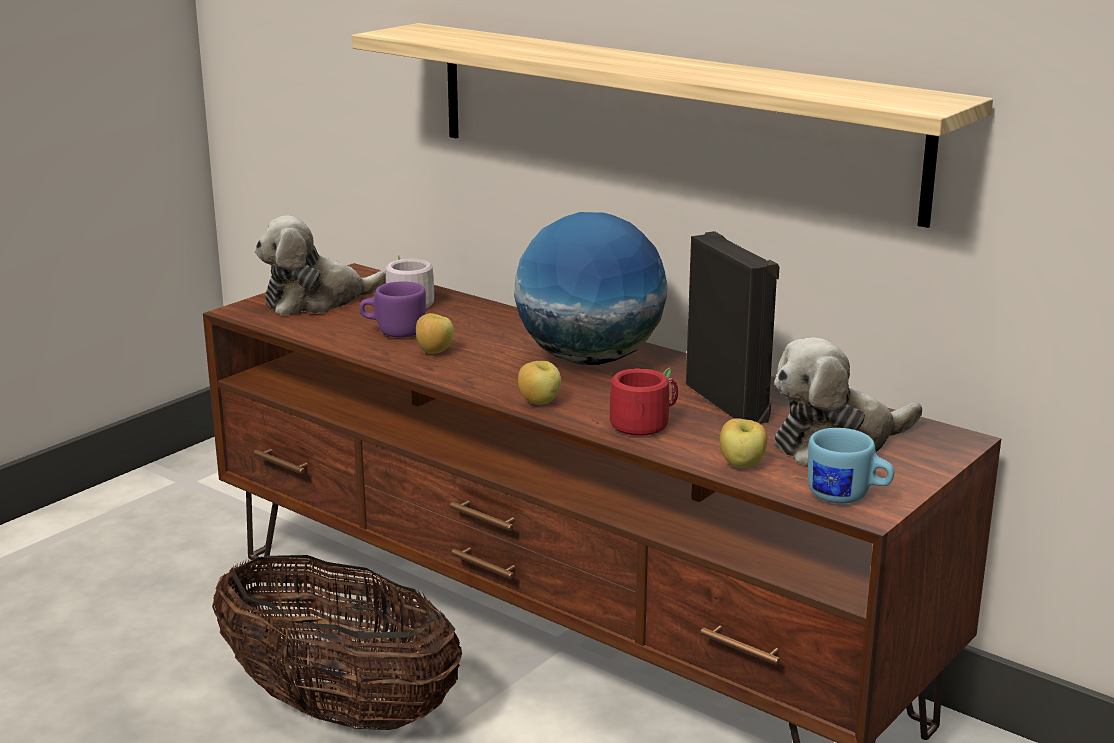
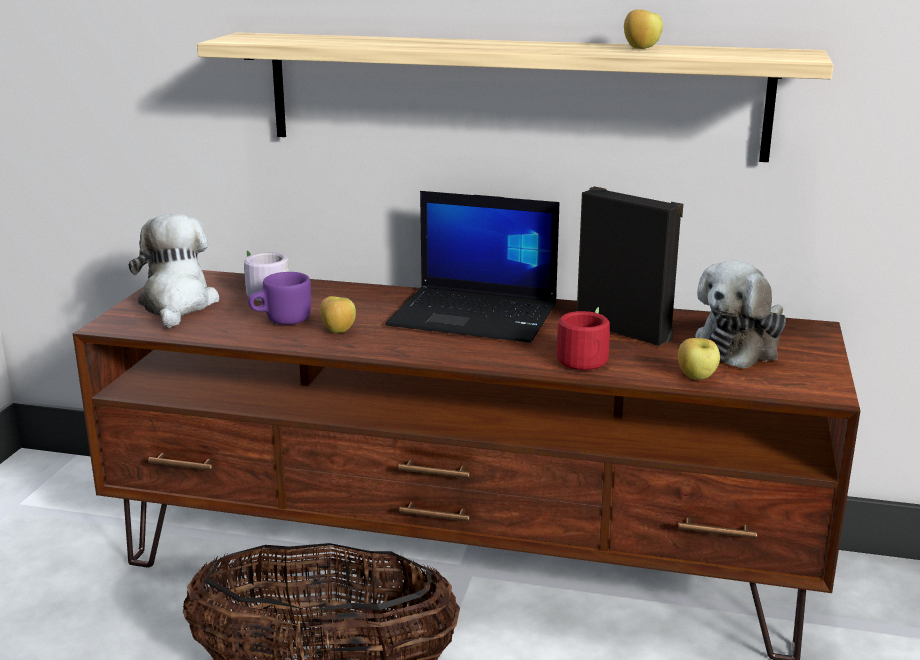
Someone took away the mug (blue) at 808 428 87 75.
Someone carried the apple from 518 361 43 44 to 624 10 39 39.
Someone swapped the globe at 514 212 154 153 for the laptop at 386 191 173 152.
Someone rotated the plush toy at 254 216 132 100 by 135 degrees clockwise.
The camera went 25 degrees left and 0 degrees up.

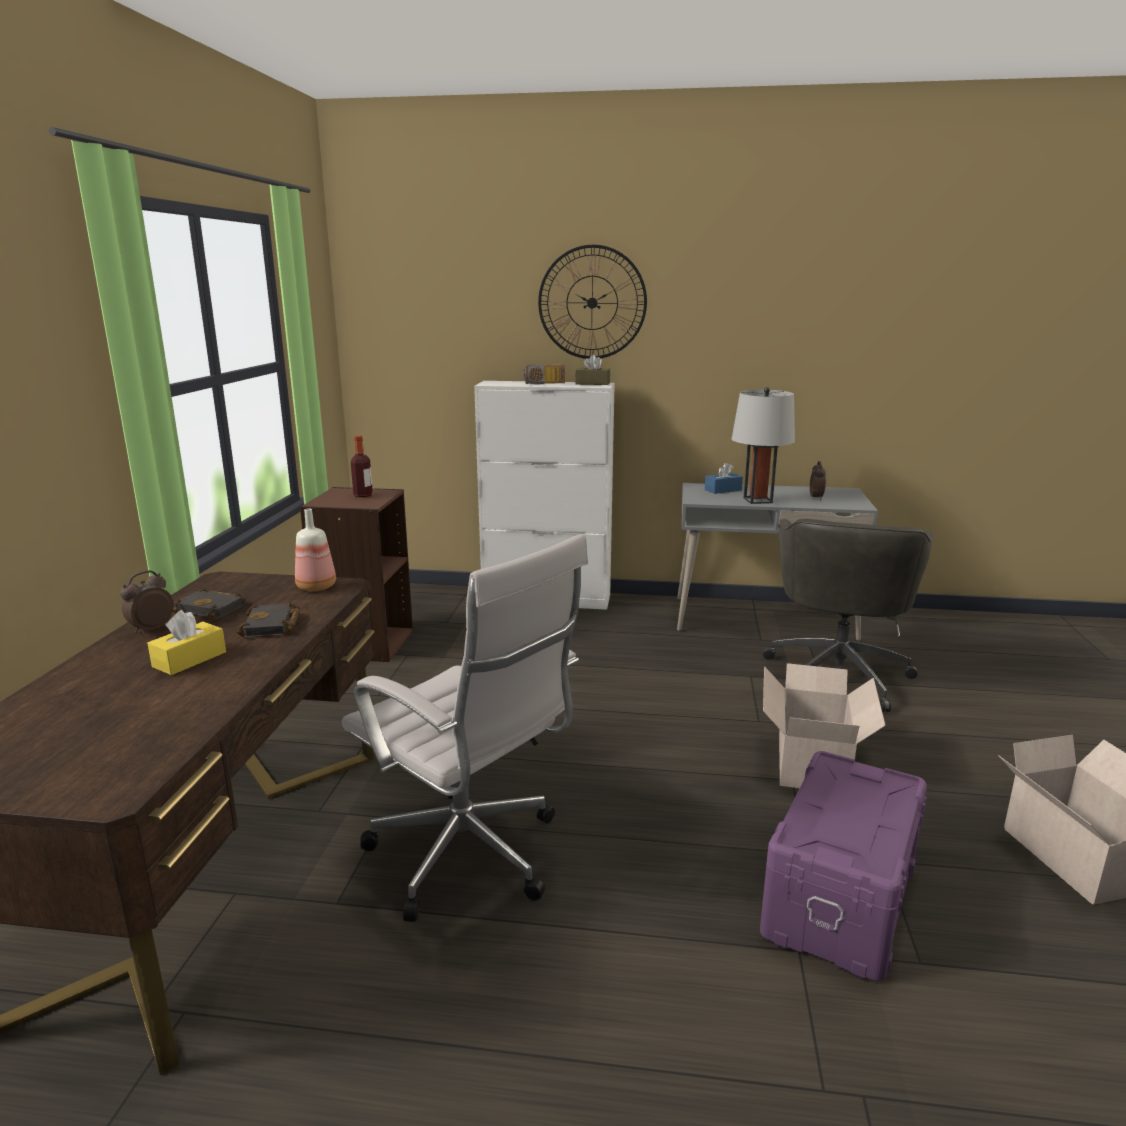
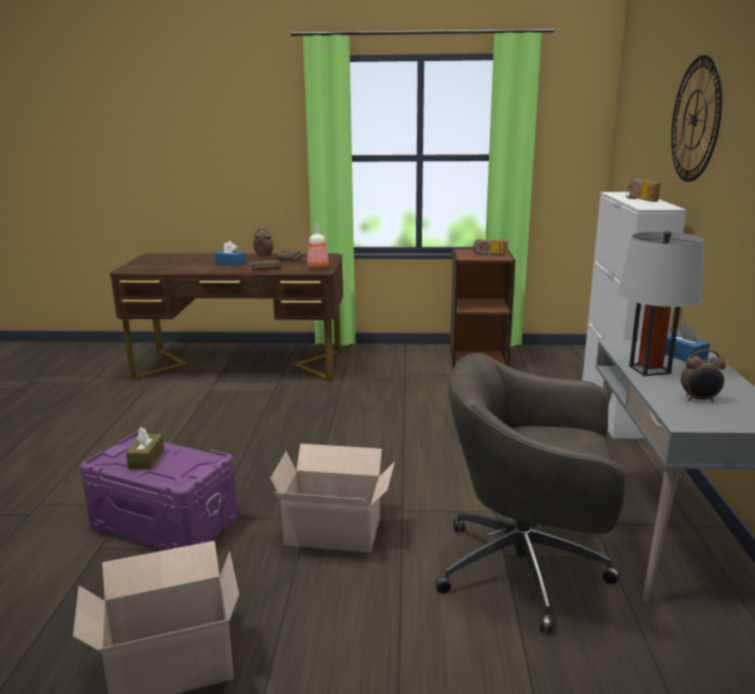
Someone took away the office chair (white) at 342 534 246 388.
Someone carried the tissue box (brown) from 575 355 35 30 to 126 427 38 43.
Someone swapped the bottle at 351 436 22 61 for the radio at 473 239 35 16.
Someone repainted the tissue box (yellow) at 147 610 79 65, which became the tissue box (blue) at 214 241 31 26.
The camera went 85 degrees right and 0 degrees up.

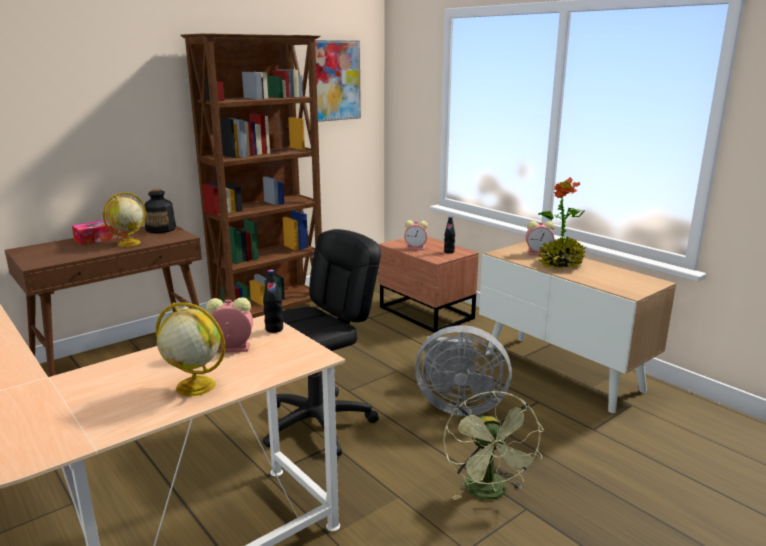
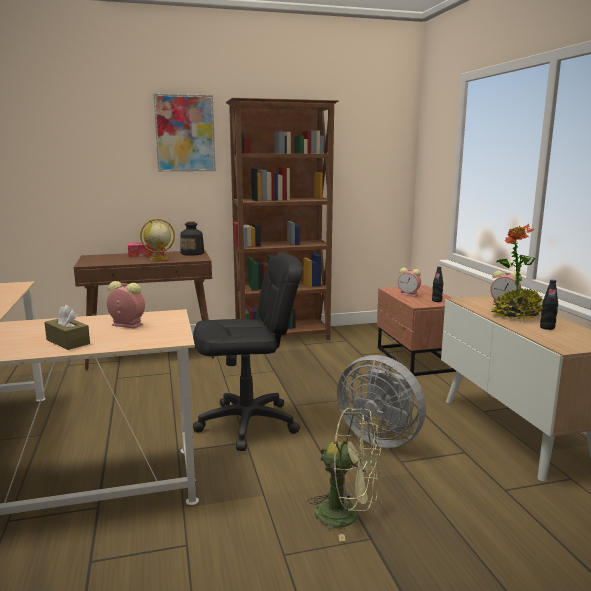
Someone carried the bottle (black) from 263 270 20 63 to 540 280 18 50.
Someone carried the picture from 315 40 46 82 to 153 94 63 78.
Someone swapped the globe at 156 302 69 94 for the tissue box (brown) at 44 305 46 45.
Someone rotated the fan (green) at 443 391 101 109 by 90 degrees counterclockwise.
The camera went 25 degrees right and 5 degrees down.

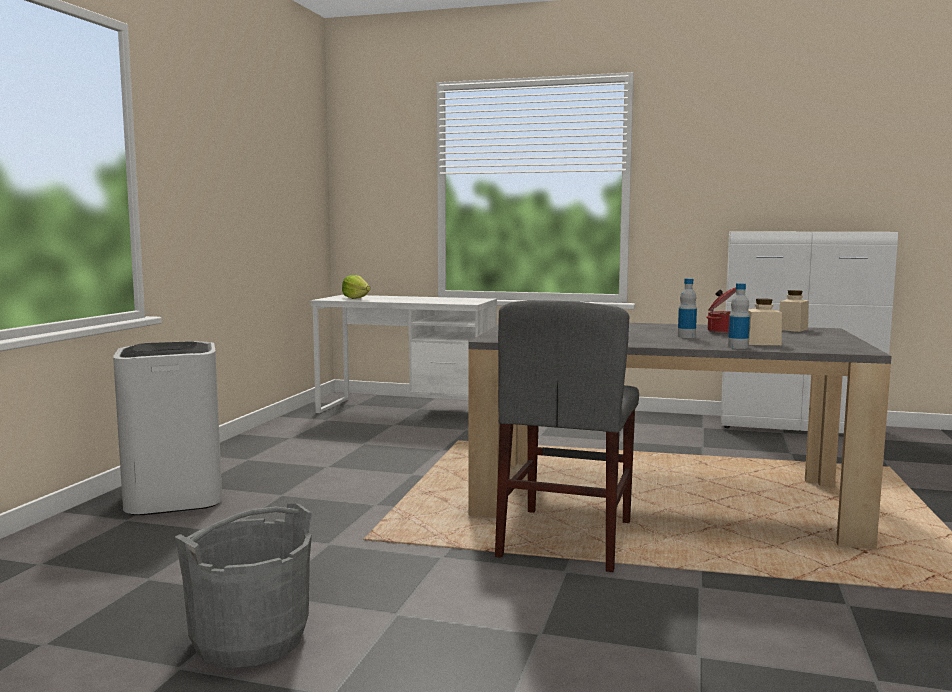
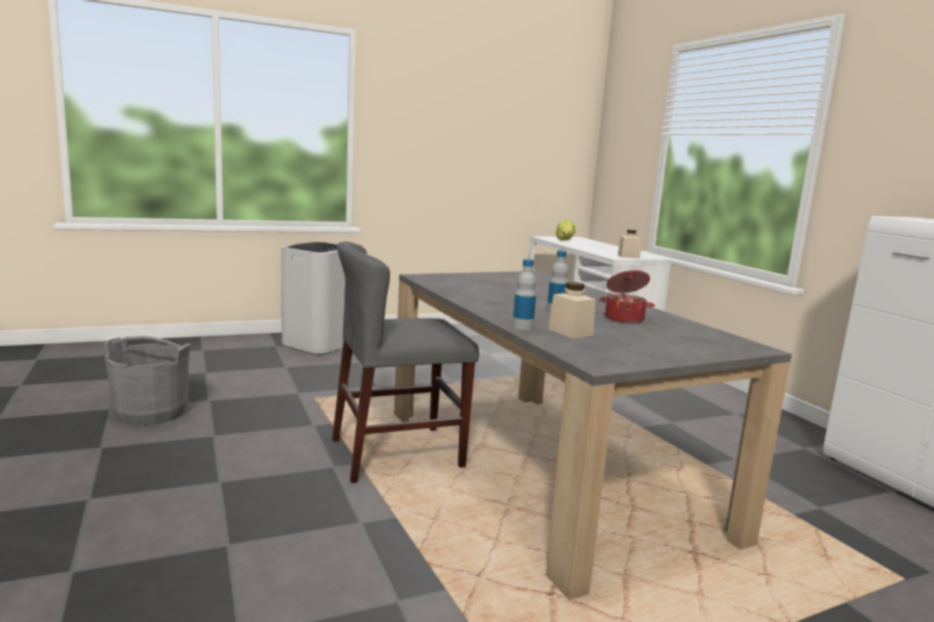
Someone carried the jar (beige) from 779 290 30 42 to 618 230 24 28.
The camera went 50 degrees right and 5 degrees up.

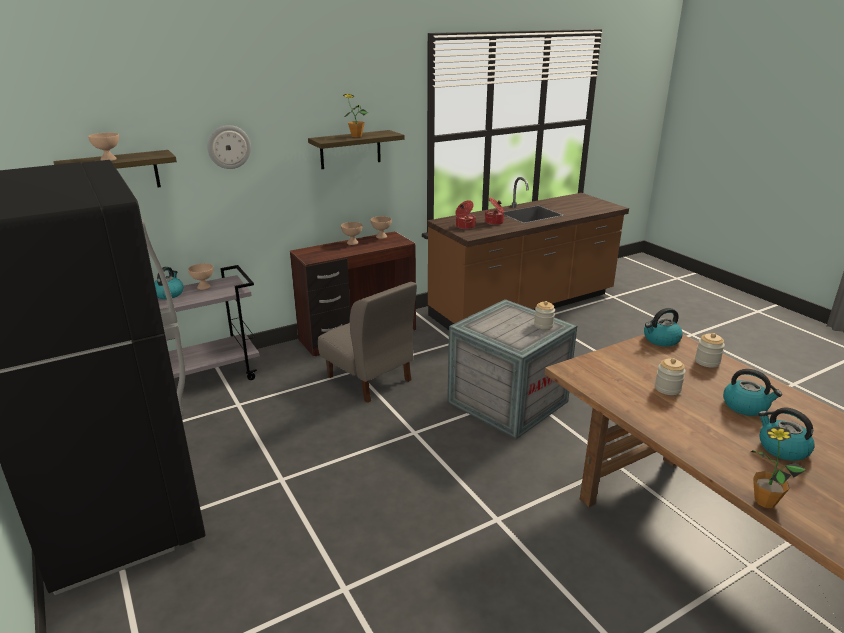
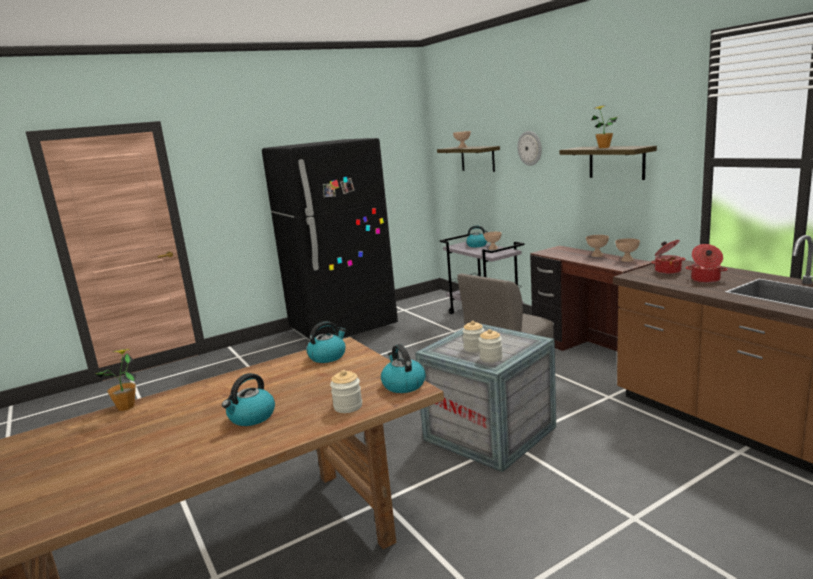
Someone carried the jar from 655 358 31 37 to 462 321 22 31.
Someone carried the kettle from 758 408 56 53 to 307 321 39 42.
The camera went 90 degrees right and 10 degrees down.

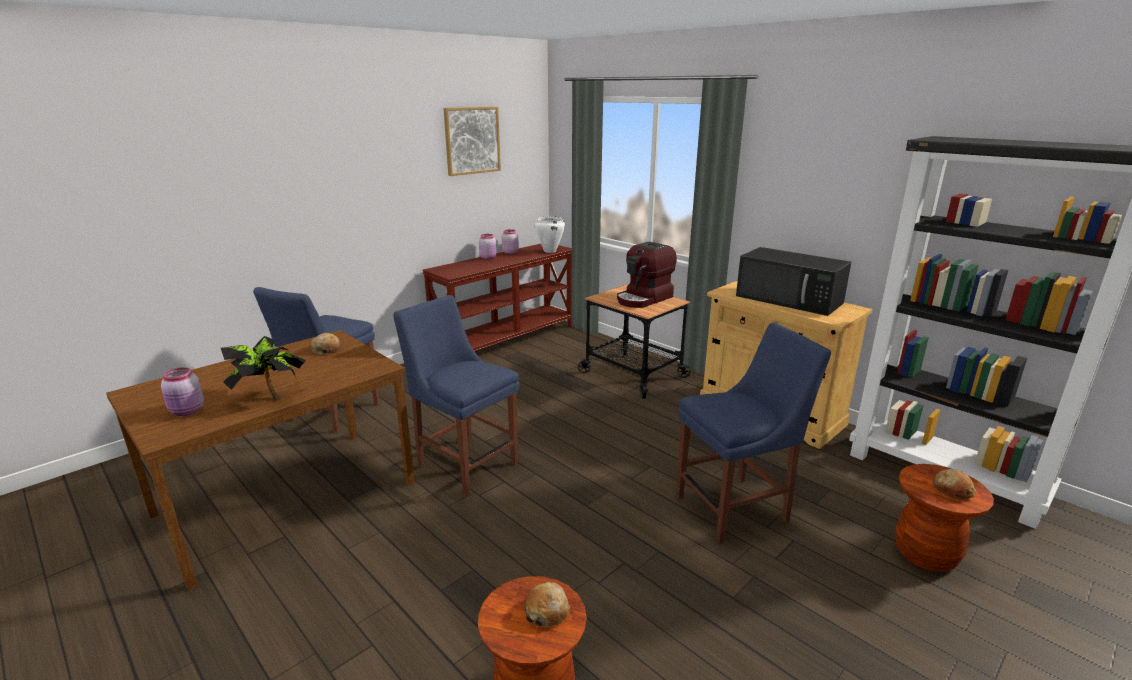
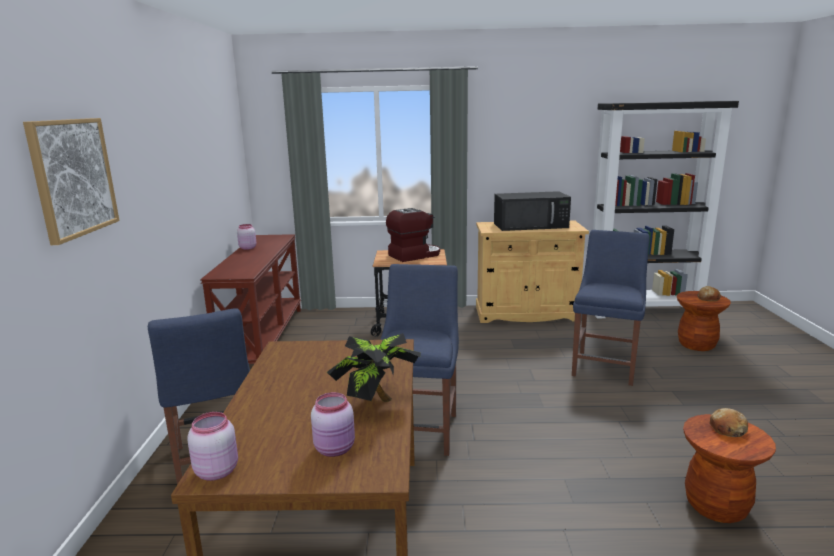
Someone took away the bread at 310 333 30 22.
Someone took away the cooking pot (white) at 535 216 30 37.
Someone carried the picture from 444 107 57 69 to 23 118 96 127.
Someone carried the jar (pink) from 479 234 18 25 to 188 412 50 69.
Someone rotated the chair (blue) at 393 295 127 200 by 105 degrees clockwise.
Someone rotated the coffee machine at 617 242 60 66 by 120 degrees counterclockwise.
The camera went 45 degrees left and 5 degrees down.

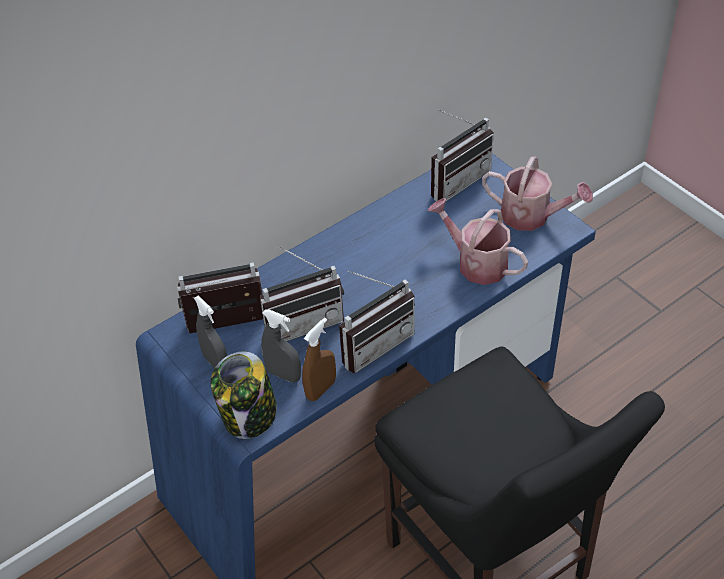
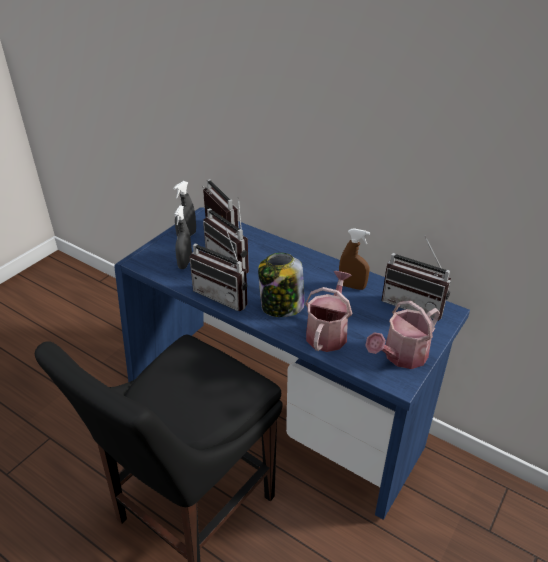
Someone carried the jar from 210 351 67 88 to 258 253 47 64.
Someone carried the spray bottle (brown) from 302 318 34 83 to 339 228 31 62.
Someone rotated the watering can at 482 156 111 75 by 45 degrees clockwise.
The camera went 70 degrees right and 10 degrees down.

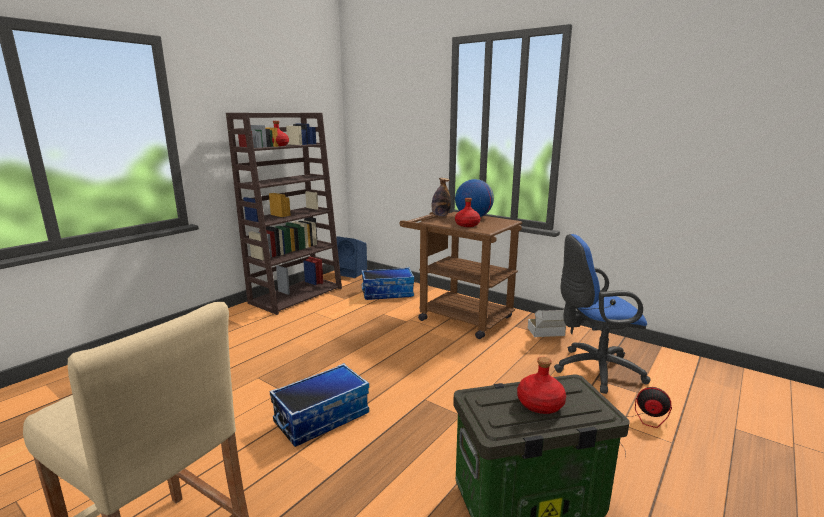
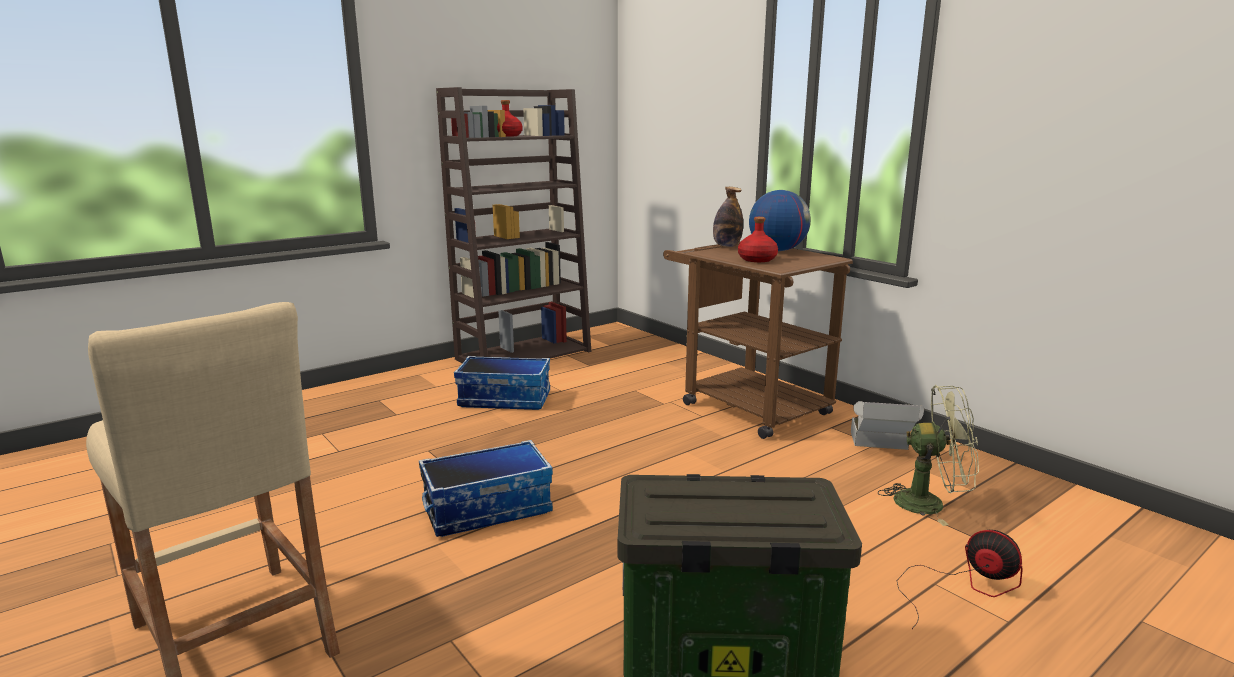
Someone took away the speaker (blue) at 336 236 31 42.
Someone took away the bottle (red) at 517 357 49 57.
Someone carried the storage box from 362 268 52 32 to 454 356 96 54.
Someone swapped the office chair (blue) at 554 234 97 160 for the fan (green) at 878 385 101 141.
The camera went 15 degrees right and 0 degrees up.

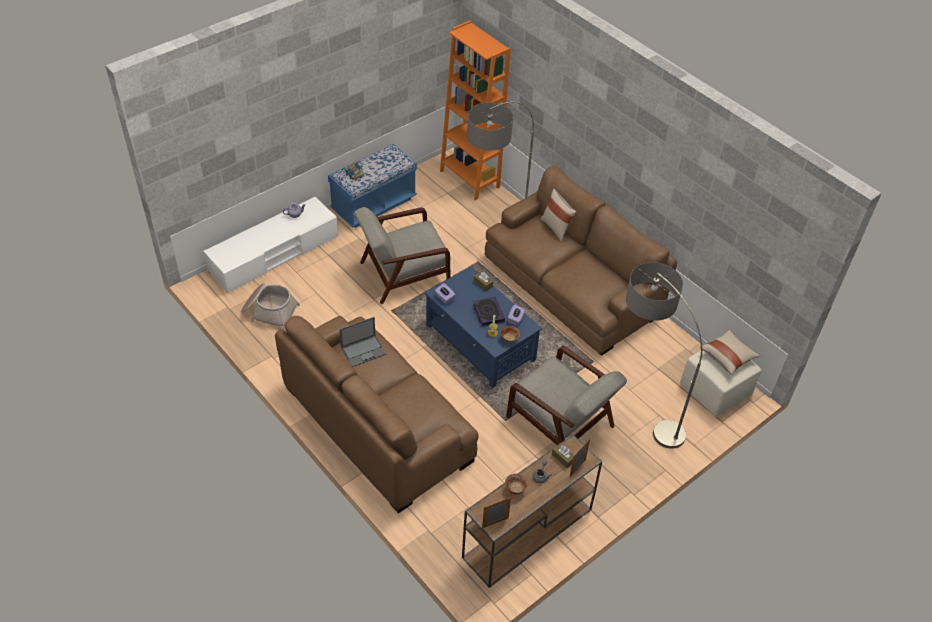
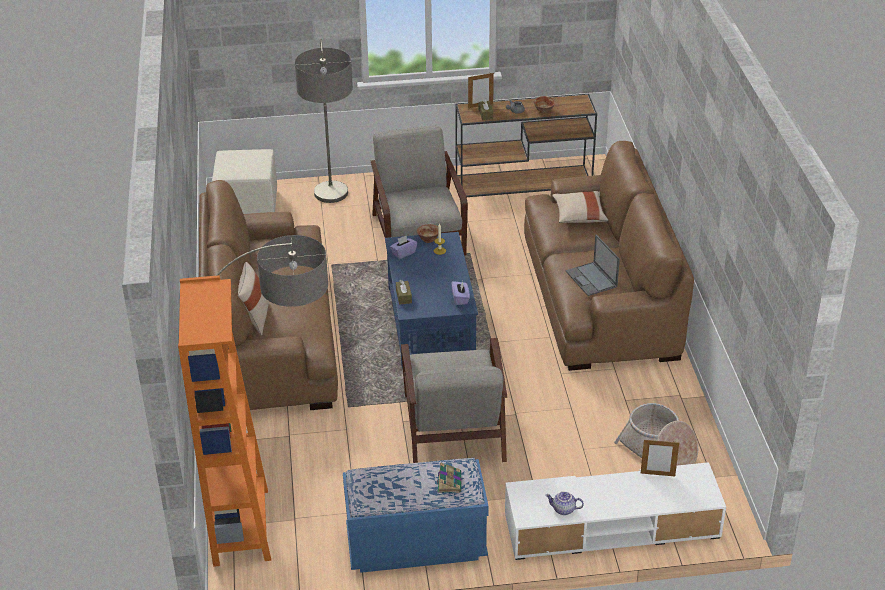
Someone took away the book at 473 297 32 30.
Someone carried the picture frame from 482 497 29 32 to 641 440 38 36.
Someone carried the pillow (beige) from 700 330 60 45 to 552 191 56 32.
Someone rotated the laptop at 339 317 48 50 by 120 degrees counterclockwise.
Someone rotated the armchair (grey) at 354 207 97 97 by 75 degrees clockwise.
The camera went 145 degrees left and 10 degrees down.

